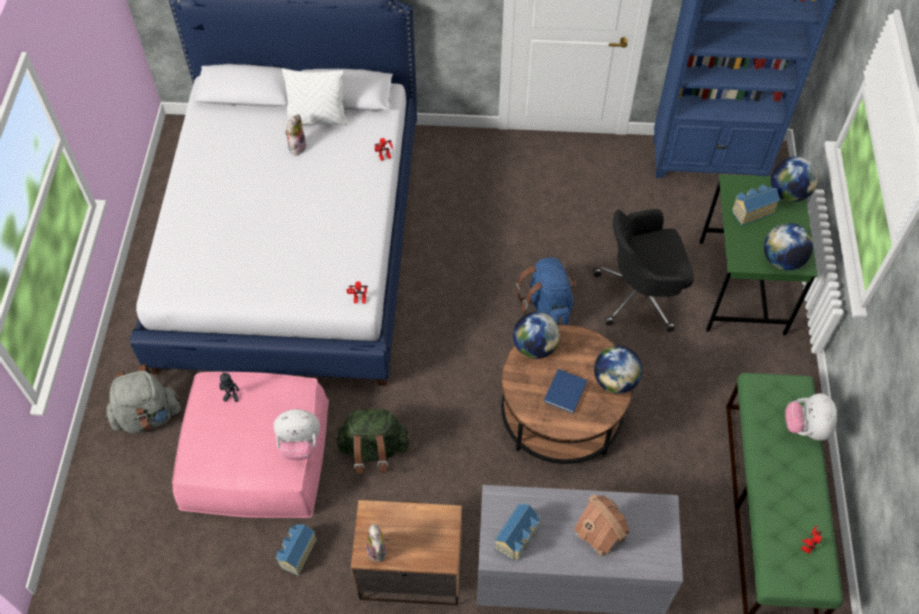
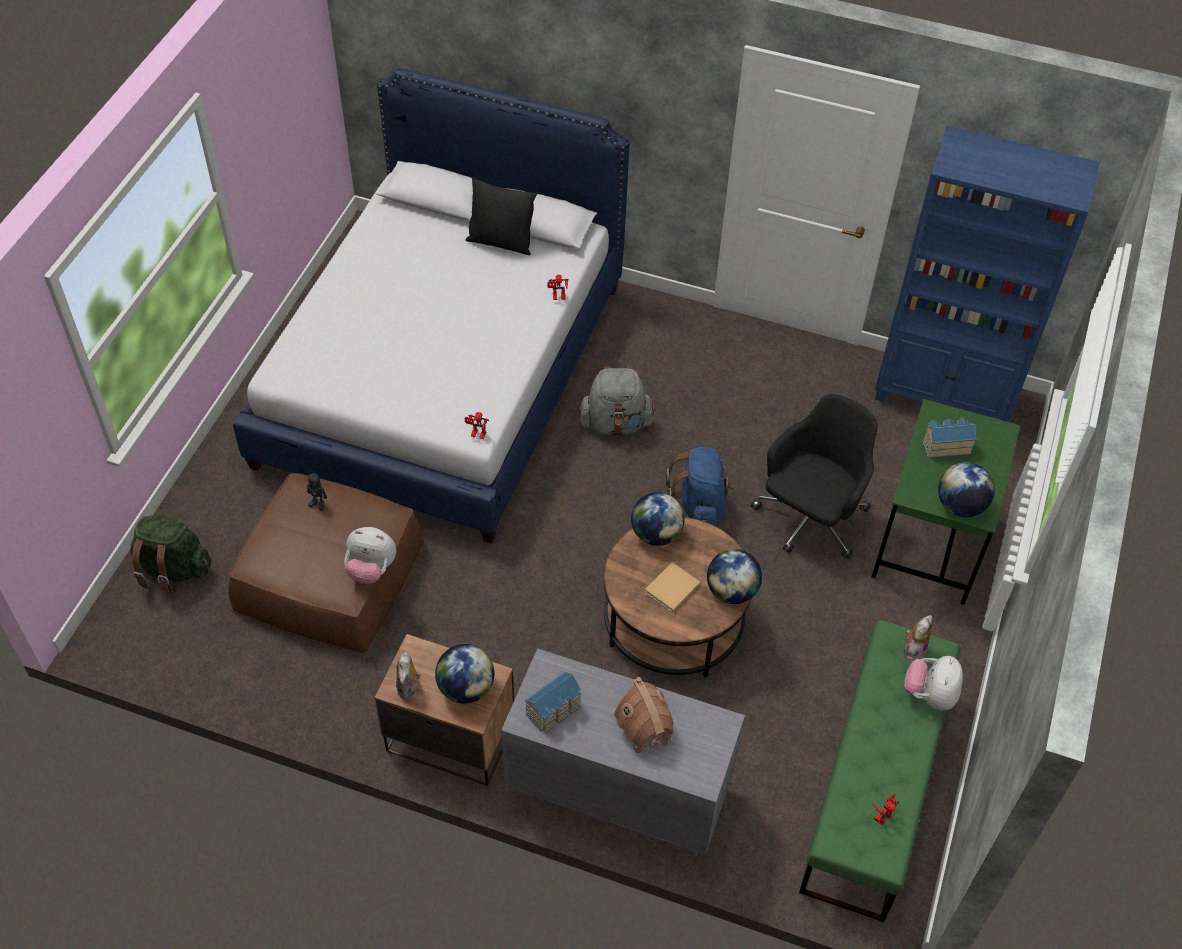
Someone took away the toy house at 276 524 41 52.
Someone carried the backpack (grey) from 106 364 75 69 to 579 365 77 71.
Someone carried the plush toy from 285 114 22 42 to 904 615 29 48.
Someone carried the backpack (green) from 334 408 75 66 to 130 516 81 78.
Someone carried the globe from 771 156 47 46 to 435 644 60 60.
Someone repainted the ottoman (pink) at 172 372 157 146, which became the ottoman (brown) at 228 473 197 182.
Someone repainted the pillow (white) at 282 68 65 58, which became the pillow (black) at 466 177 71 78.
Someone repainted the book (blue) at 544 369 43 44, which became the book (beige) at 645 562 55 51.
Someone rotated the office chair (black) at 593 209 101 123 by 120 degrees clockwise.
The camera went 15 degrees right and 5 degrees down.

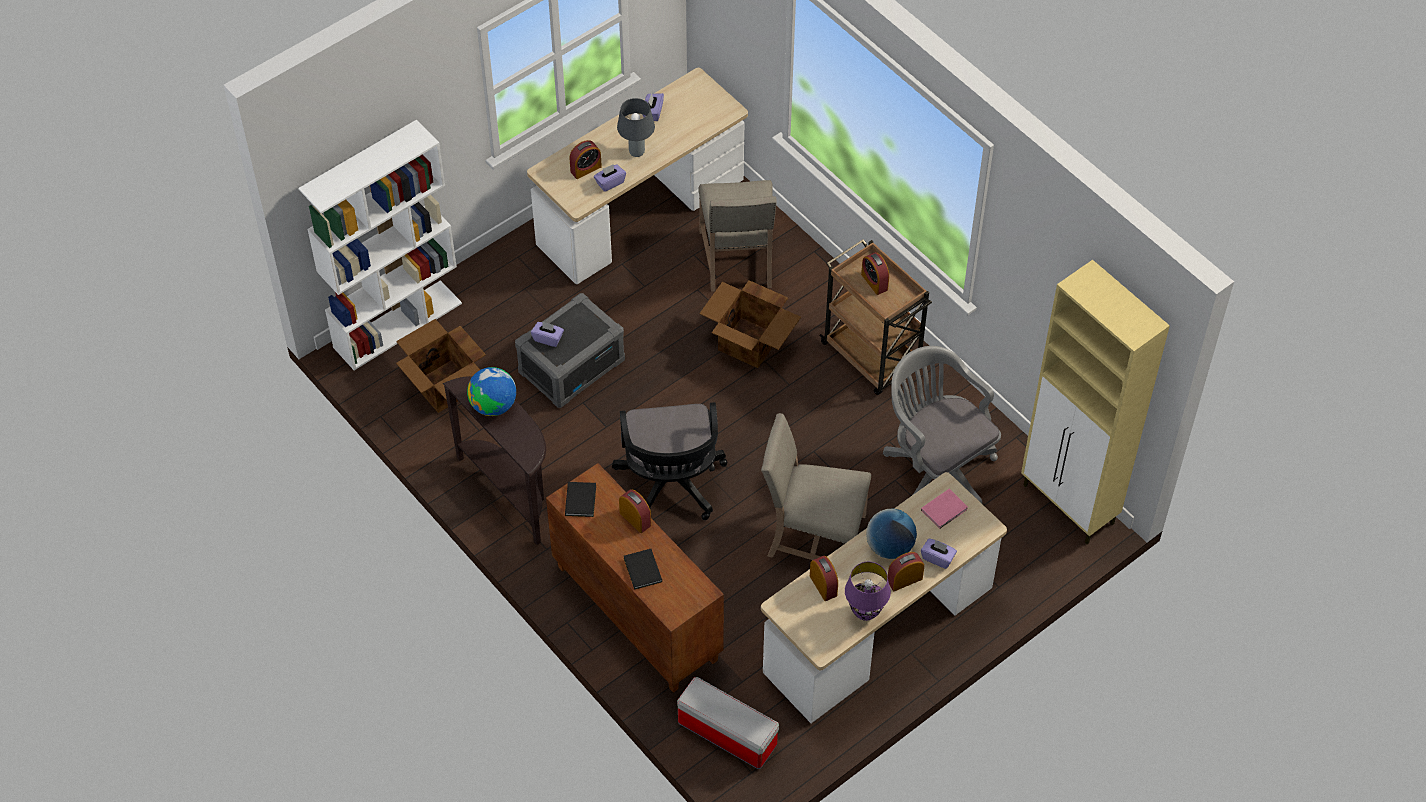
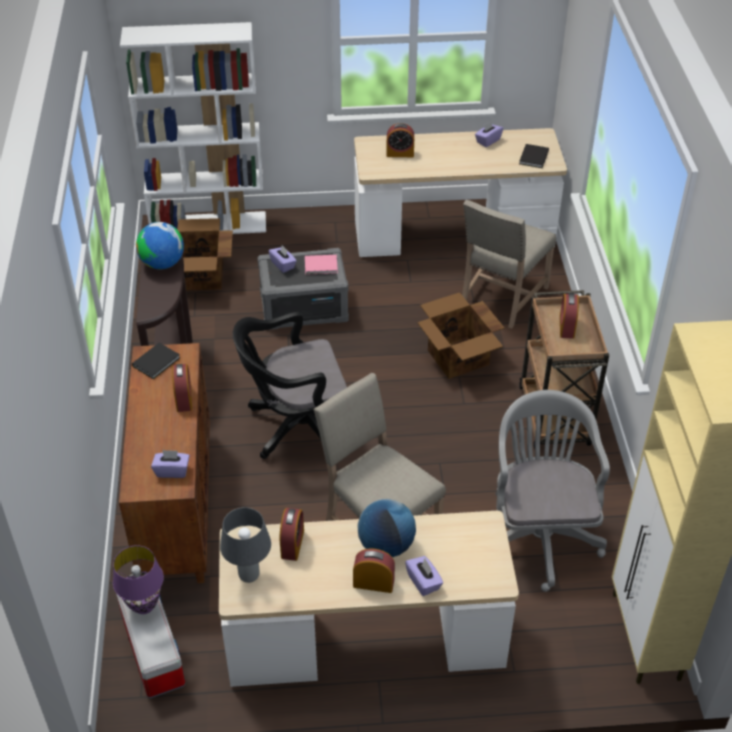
Someone carried the tissue box (purple) from 594 164 32 28 to 151 450 39 28.
Someone carried the table lamp (grey) from 617 98 38 59 to 220 507 51 76.
Someone carried the book (black) from 624 549 38 41 to 519 144 30 24.
Someone carried the table lamp (purple) from 845 562 46 59 to 113 545 51 69.
Someone carried the book (pink) from 921 489 47 40 to 305 255 33 20.
Someone rotated the office chair (black) at 612 402 115 118 by 45 degrees clockwise.
The camera went 35 degrees right and 10 degrees down.

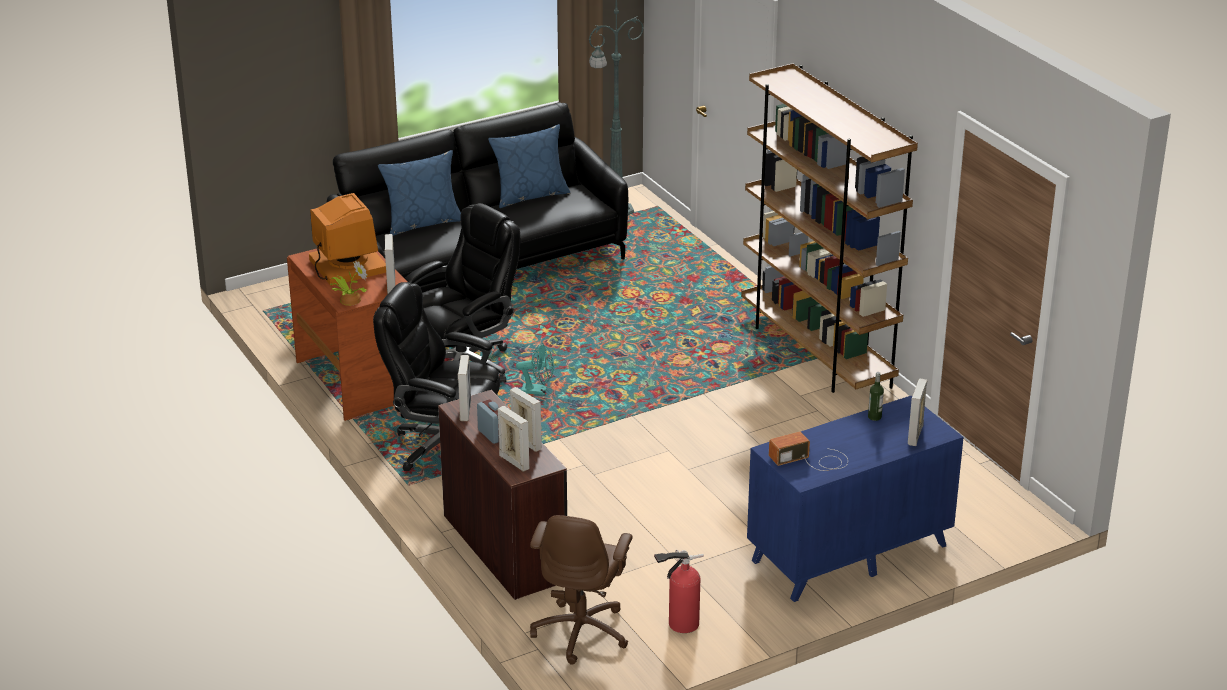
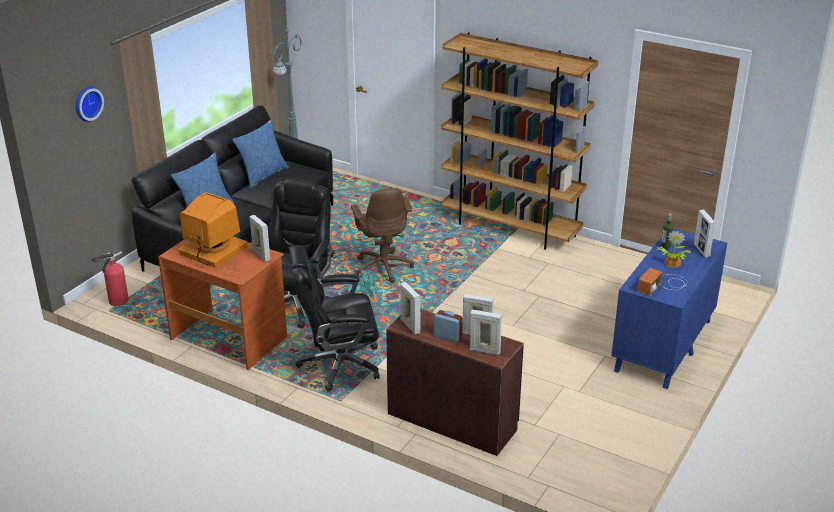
Someone put up the wall clock at 76 86 28 36.
Someone carried the potted plant from 330 261 37 45 to 655 231 36 36.
Someone carried the office chair (brown) from 530 515 103 150 to 351 188 63 95.
Someone carried the fire extinguisher from 654 550 50 83 to 92 252 37 54.
The camera went 30 degrees left and 0 degrees up.

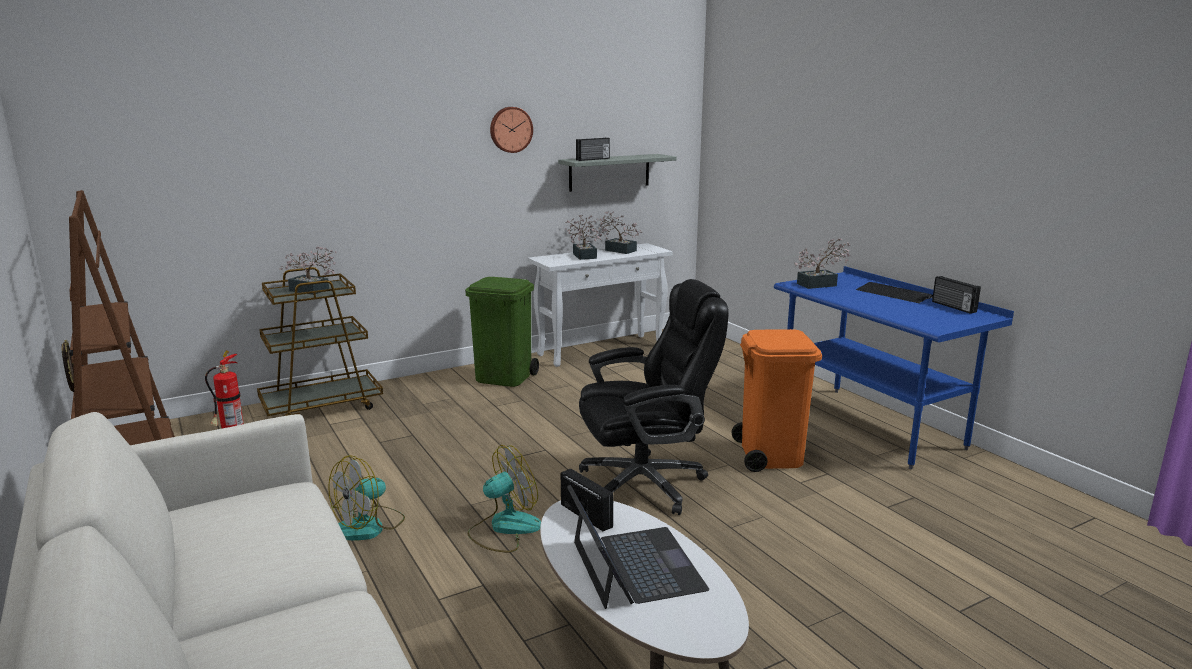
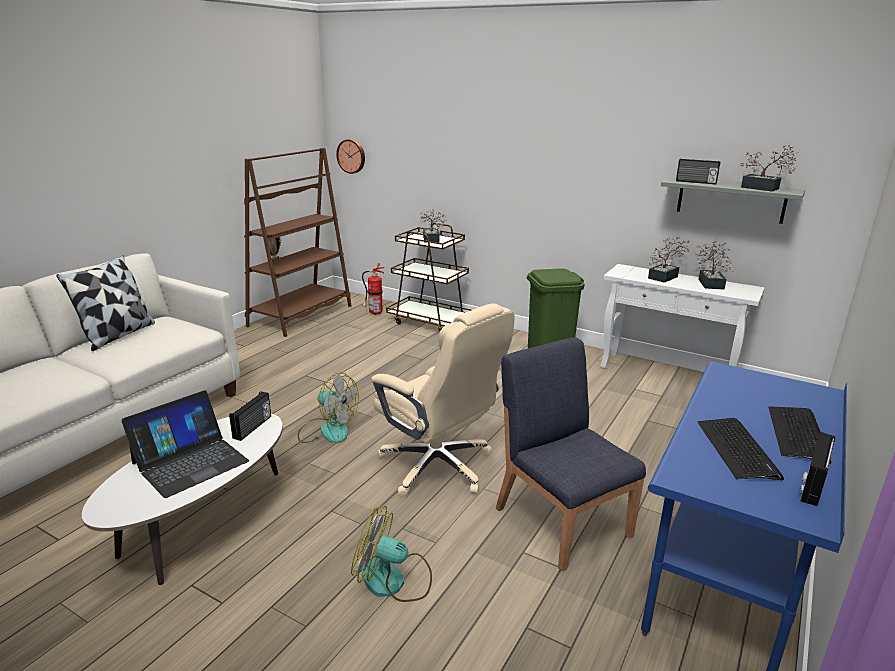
Someone put down the pillow at 56 255 99 96.
Someone put down the keyboard at 697 418 87 62.
Someone carried the fan from 328 455 77 85 to 351 506 81 96.
Someone carried the wall clock from 490 107 43 46 to 336 139 29 35.
Someone carried the potted plant from 795 238 56 51 to 739 145 60 47.
Someone swapped the trash can (orange) at 732 329 90 143 for the chair (blue) at 496 337 150 234.
Someone repainted the office chair (black) at 579 279 150 236, which became the office chair (beige) at 371 303 144 194.
The camera went 60 degrees right and 5 degrees up.

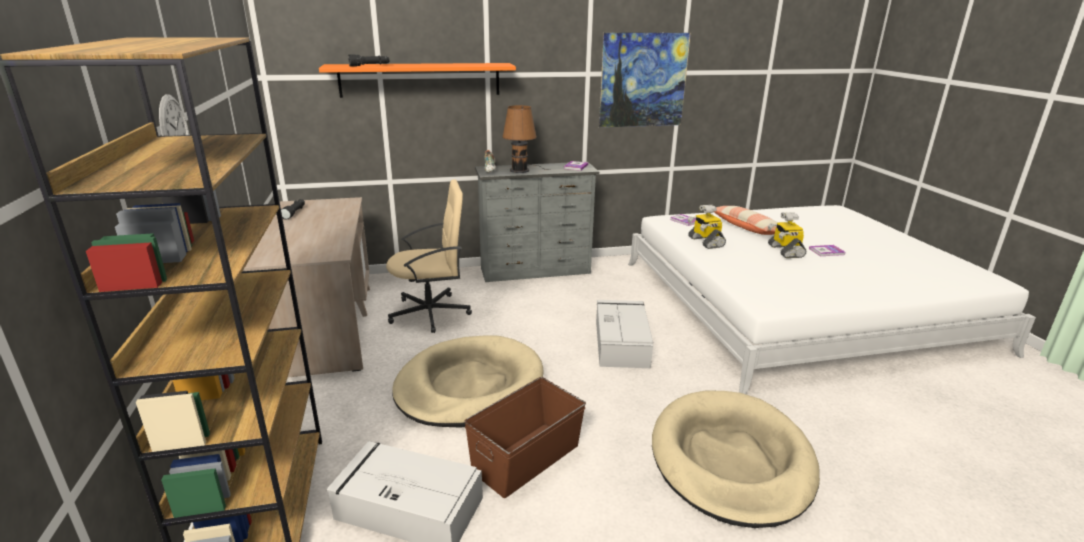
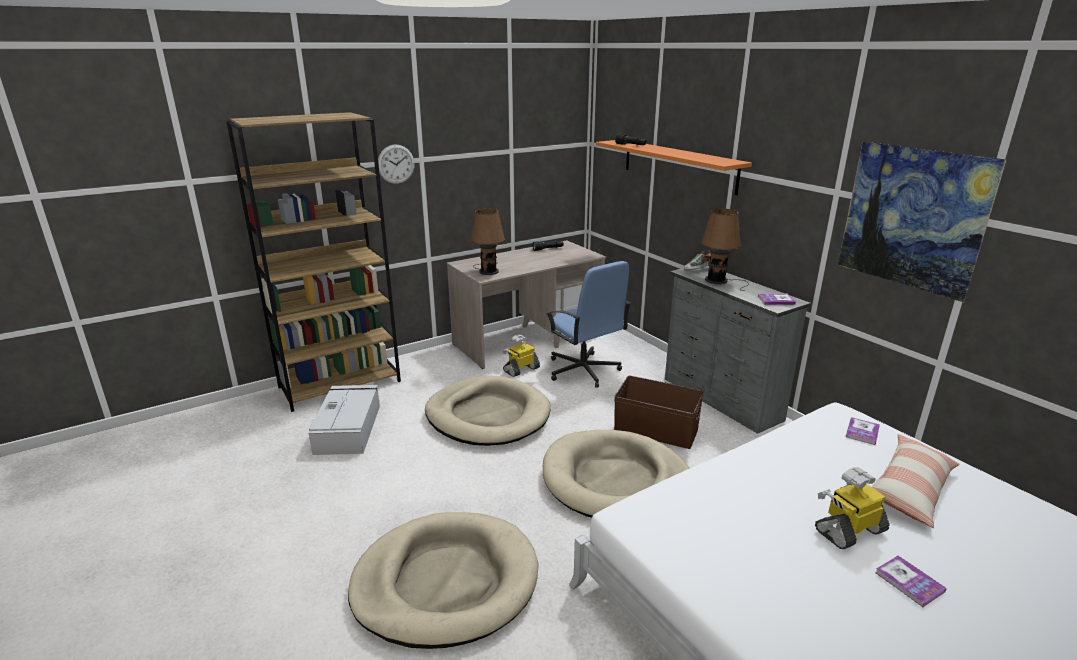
Someone put down the table lamp (brown) at 471 209 34 66.
Someone carried the storage box (brown) from 464 377 122 121 to 614 376 90 73.
Someone carried the toy robot from 688 205 38 44 to 502 335 38 42.
Someone swapped the storage box (grey) at 596 300 57 68 for the dog bed (beige) at 543 430 147 88.
Someone repainted the office chair (beige) at 386 180 86 153, which became the office chair (blue) at 546 261 85 127.
The camera went 70 degrees right and 0 degrees up.

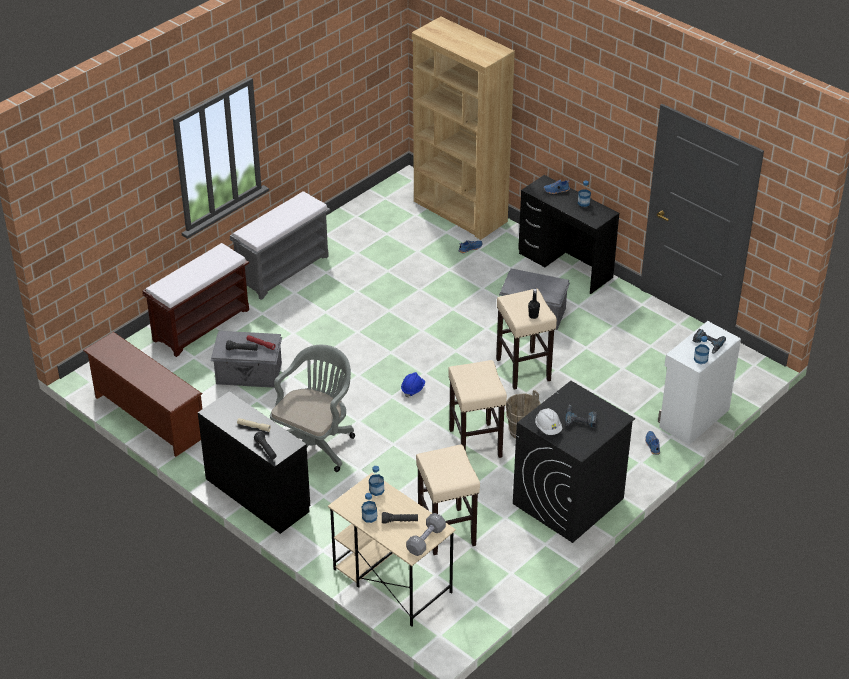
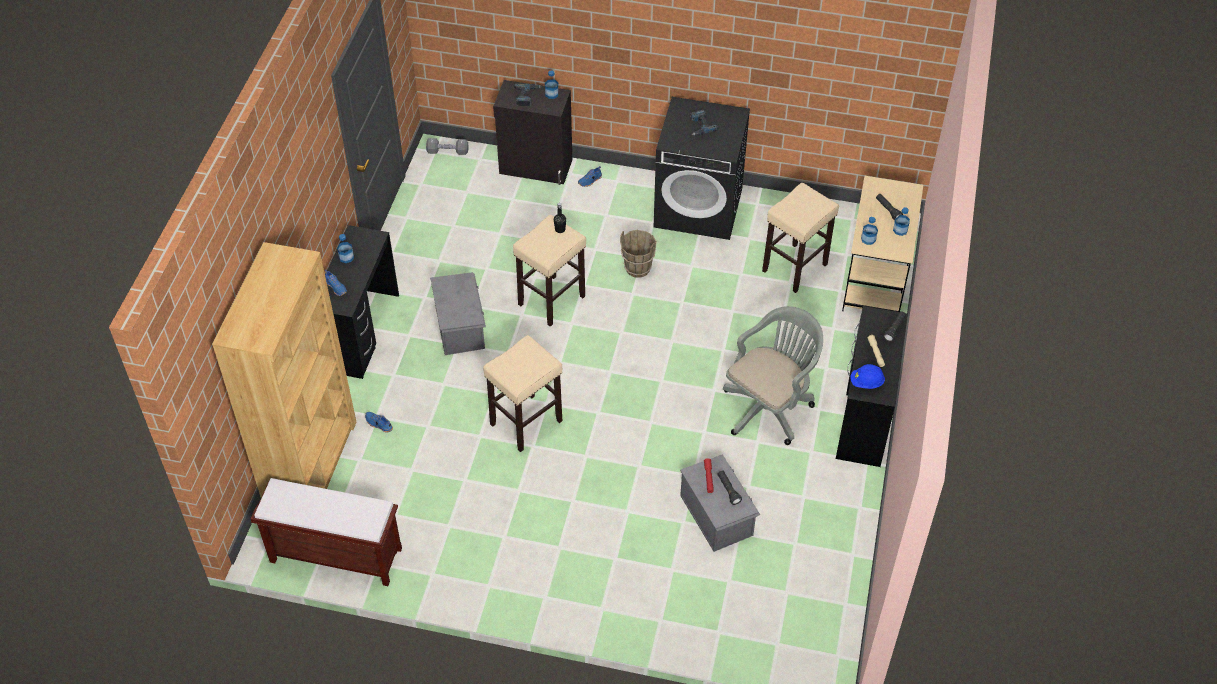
Someone took away the shoe rack (brown) at 83 332 119 125.
Someone took away the bench (grey) at 230 191 100 109.
Someone took away the hard hat (white) at 535 408 27 27.
Someone carried the bench (brown) from 142 243 107 114 to 251 478 151 108.
Someone carried the hard hat (blue) from 401 372 24 25 to 851 364 34 25.
Someone carried the dumbbell (grey) from 406 513 40 43 to 426 138 42 17.
Someone carried the stool (beige) from 448 360 59 98 to 483 335 79 117.
Someone repainted the cabinet (white) at 658 321 83 124, which became the cabinet (black) at 493 80 79 105.
Someone rotated the office chair (grey) at 270 345 85 127 by 135 degrees clockwise.
The camera went 120 degrees left and 10 degrees up.

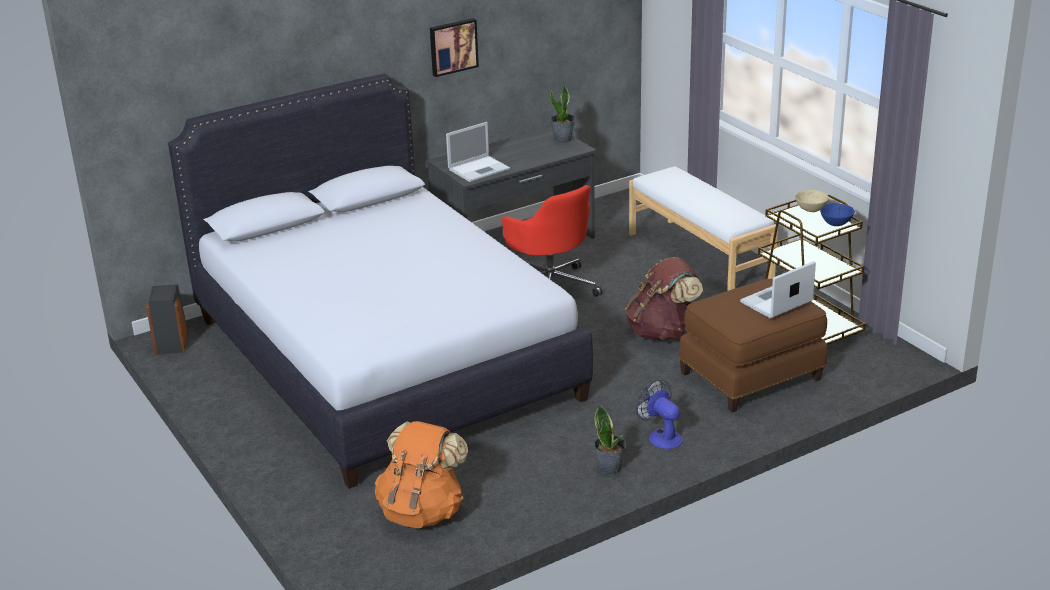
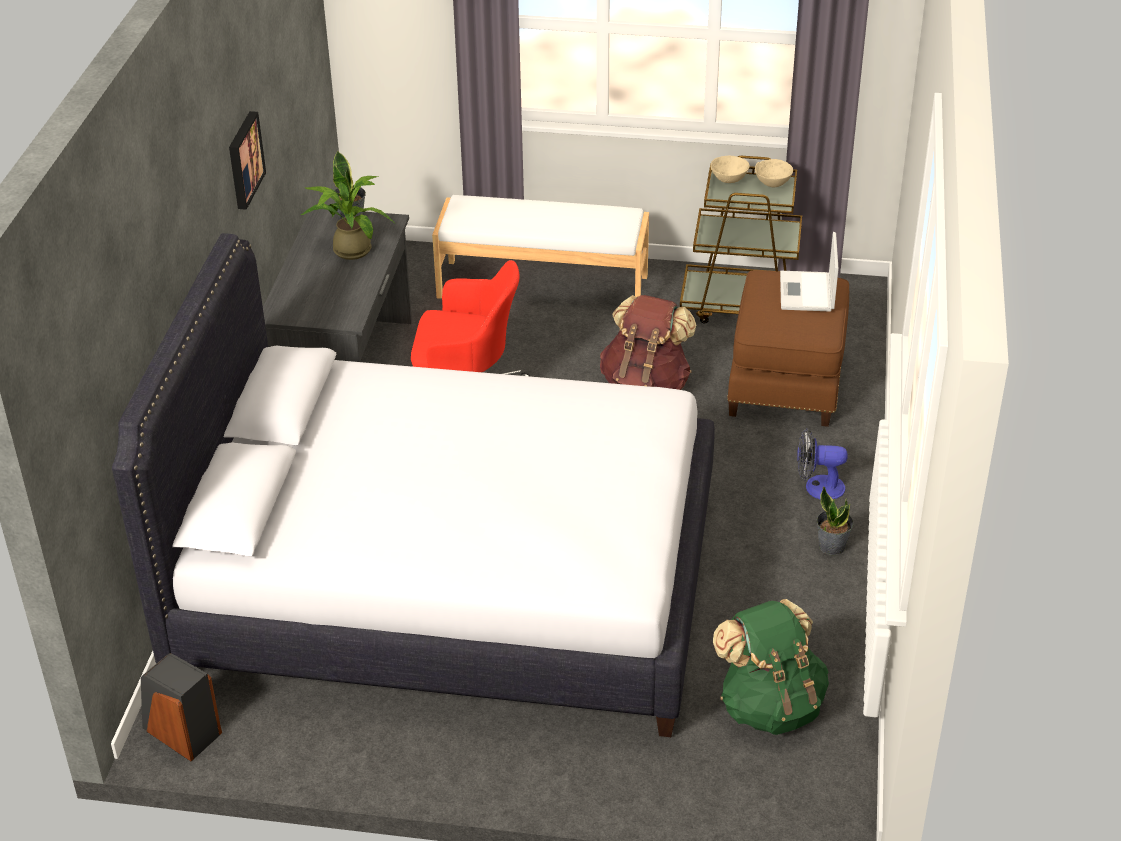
Someone took away the laptop at 446 122 64 60.
Someone put down the potted plant at 300 176 95 84.
Someone repainted the backpack (orange) at 375 421 93 107, which became the backpack (green) at 713 599 116 136.
Someone repainted the bowl (blue) at 820 203 35 23, which became the bowl (beige) at 755 159 38 28.
The camera went 50 degrees left and 10 degrees up.

